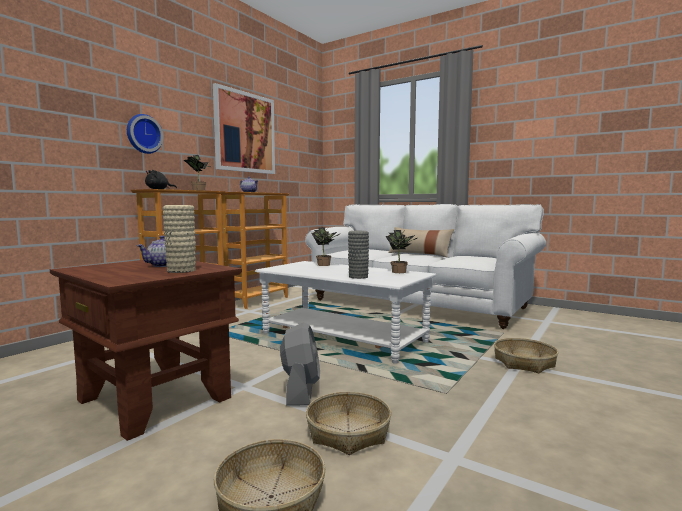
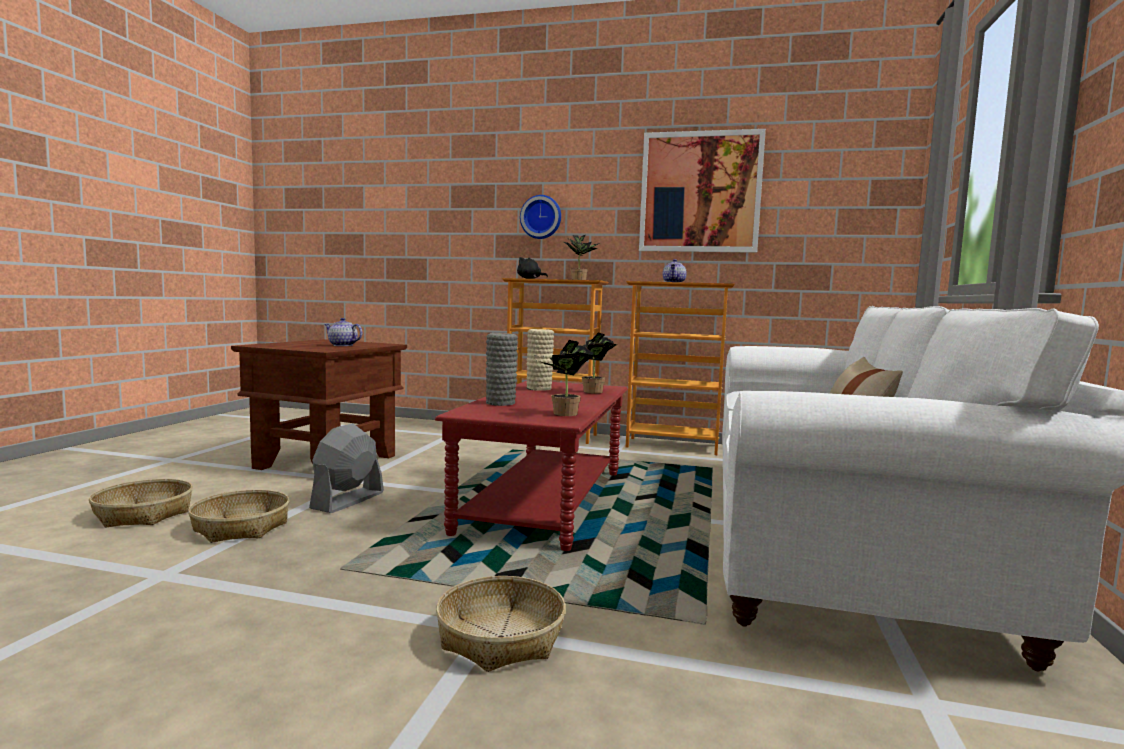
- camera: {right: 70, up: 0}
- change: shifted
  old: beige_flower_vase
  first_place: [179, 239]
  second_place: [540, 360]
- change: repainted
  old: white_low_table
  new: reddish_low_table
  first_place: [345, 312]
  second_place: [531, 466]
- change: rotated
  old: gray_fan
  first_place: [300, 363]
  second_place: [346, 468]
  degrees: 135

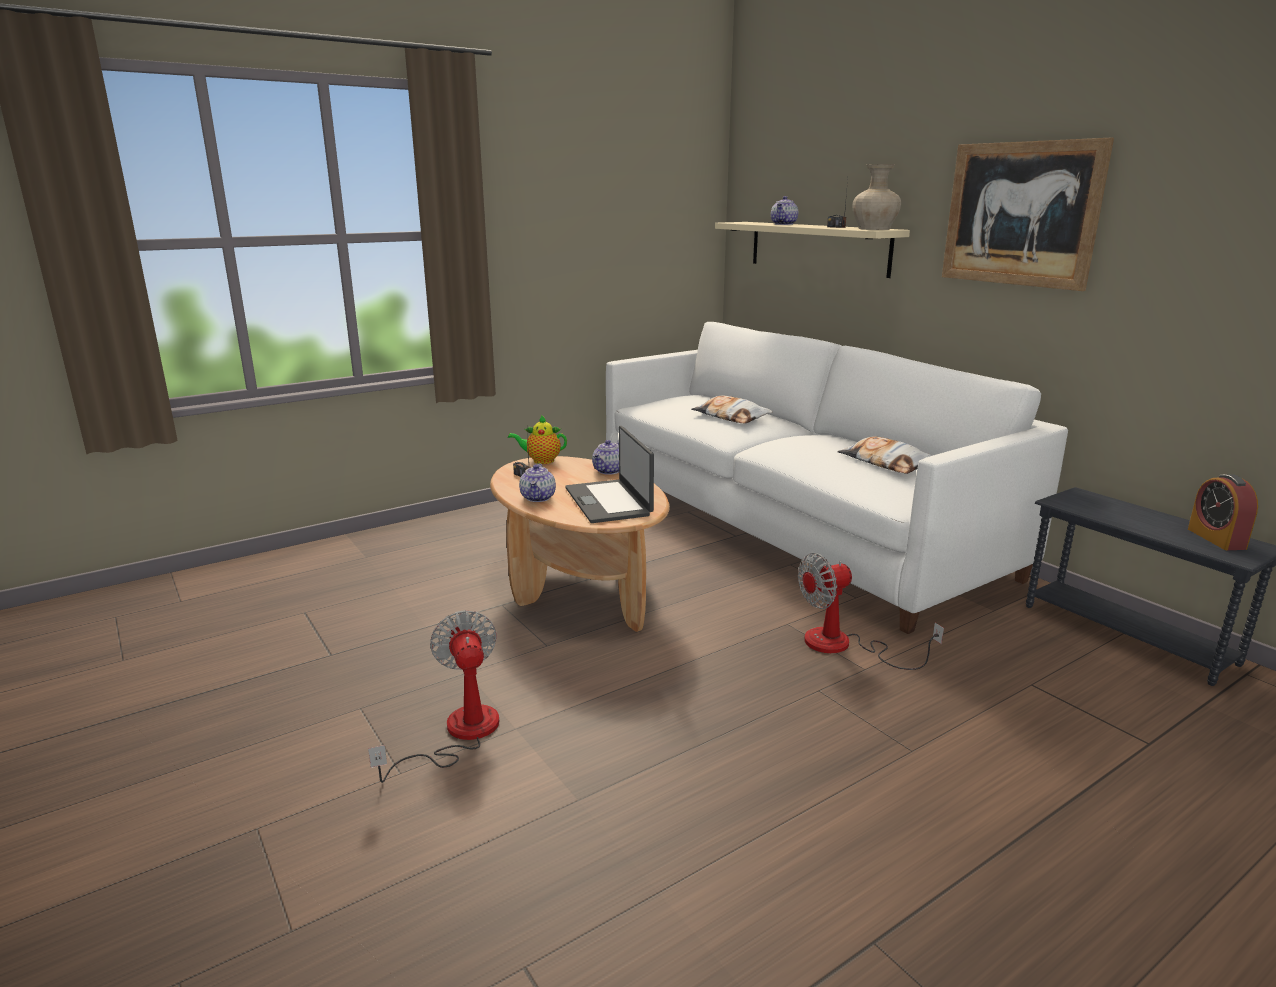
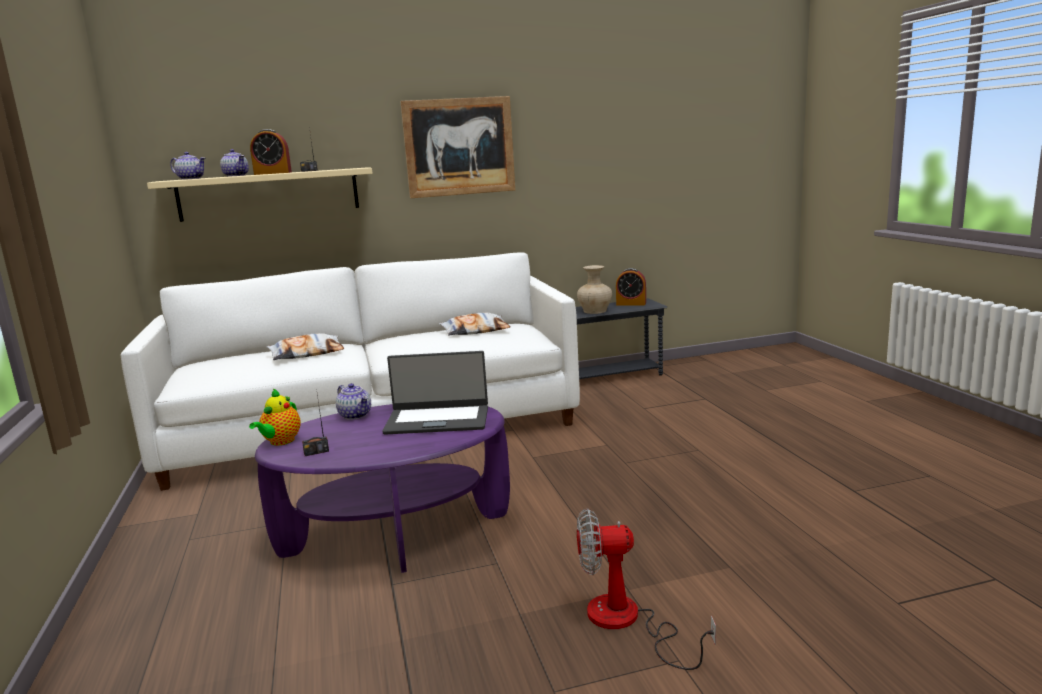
- camera: {right: -70, up: -5}
- change: repainted
  old: brown_low_table
  new: purple_low_table
  first_place: [580, 544]
  second_place: [382, 488]
- change: shifted
  old: tea_pot
  first_place: [537, 482]
  second_place: [187, 166]
- change: gone
  old: fan
  first_place: [871, 611]
- change: shifted
  old: beige_flower_vase
  first_place: [877, 197]
  second_place: [594, 289]
- change: new
  new: alarm_clock
  second_place: [271, 152]

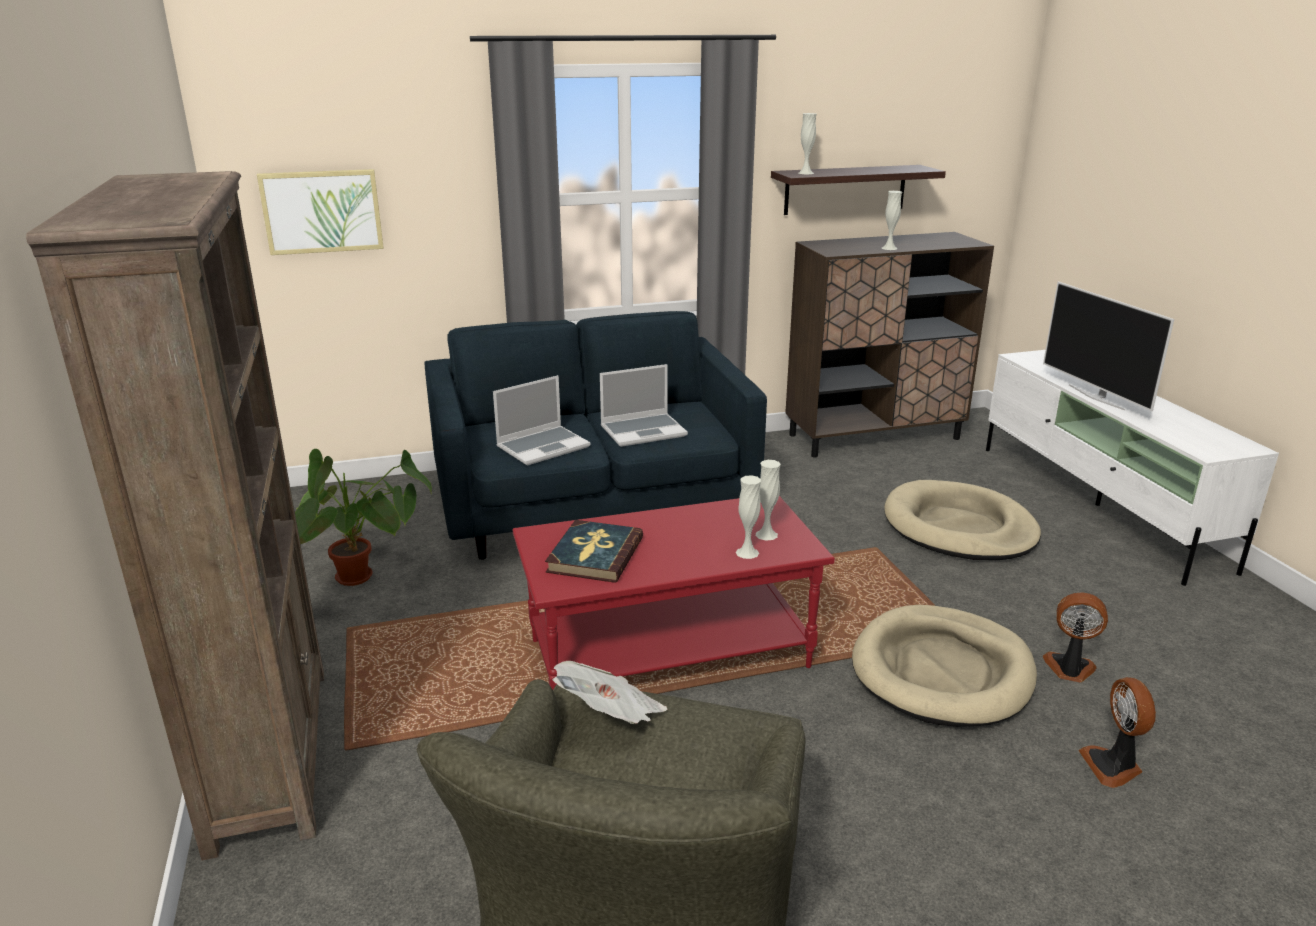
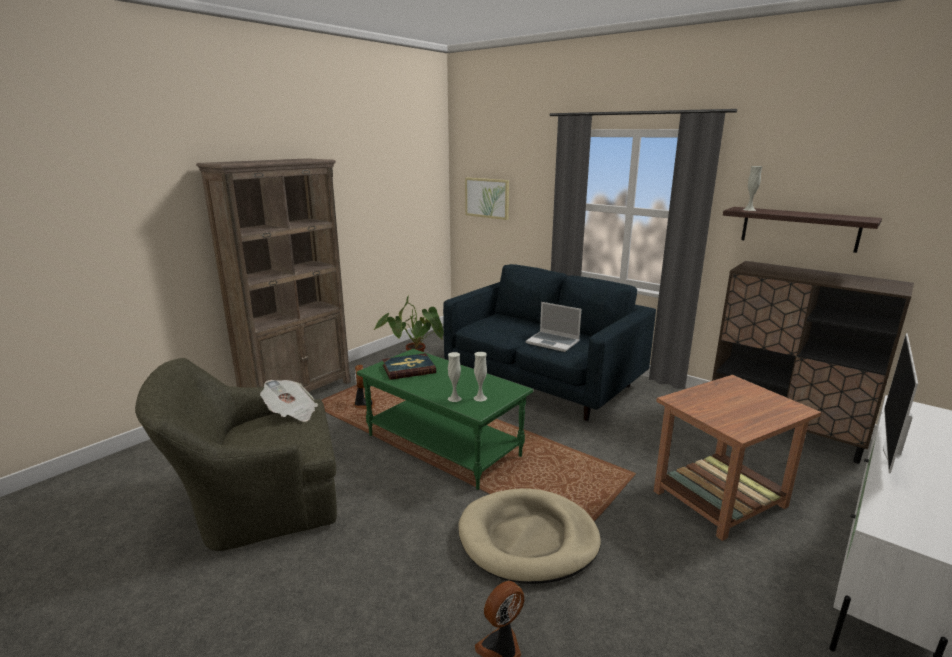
- camera: {right: 55, up: -5}
- change: gone
  old: notebook_computer
  first_place: [541, 420]
- change: repainted
  old: reddish_low_table
  new: green_low_table
  first_place: [673, 593]
  second_place: [445, 419]
- change: gone
  old: white_flower_vase
  first_place: [892, 220]
- change: swapped
  old: beige_dog_bed
  new: brown_accent_table
  first_place: [962, 520]
  second_place: [737, 458]
- change: shifted
  old: fan
  first_place: [1075, 637]
  second_place: [364, 387]

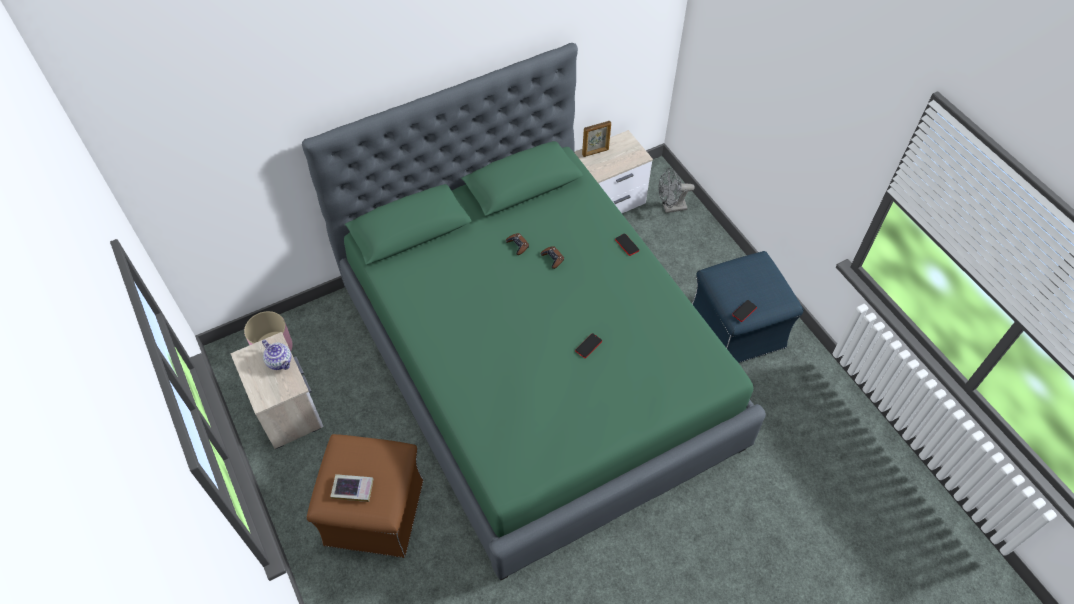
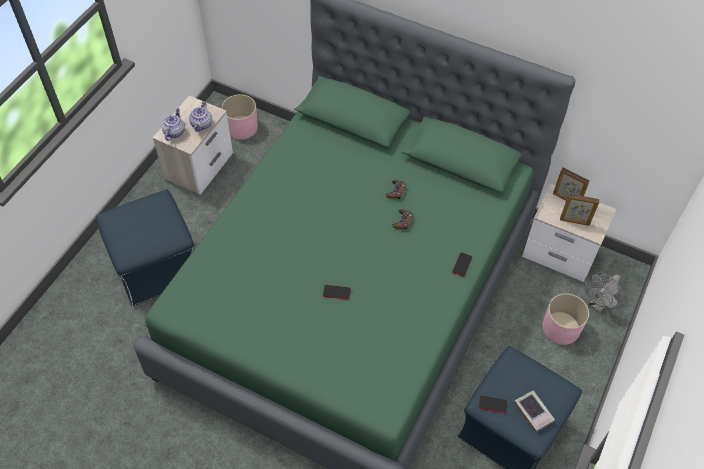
- camera: {right: 55, up: 0}
- change: repainted
  old: brown_pouffe
  new: bluish_pouffe
  first_place: [365, 496]
  second_place: [145, 248]
- change: shifted
  old: bound_book
  first_place: [351, 488]
  second_place: [534, 411]
- change: rotated
  old: gray_fan
  first_place: [676, 190]
  second_place: [603, 292]
  degrees: -90
- change: new
  new: tea_pot
  second_place: [173, 124]
- change: new
  new: pink-coloured_planter
  second_place: [565, 319]
- change: new
  new: photo_frame
  second_place: [580, 209]

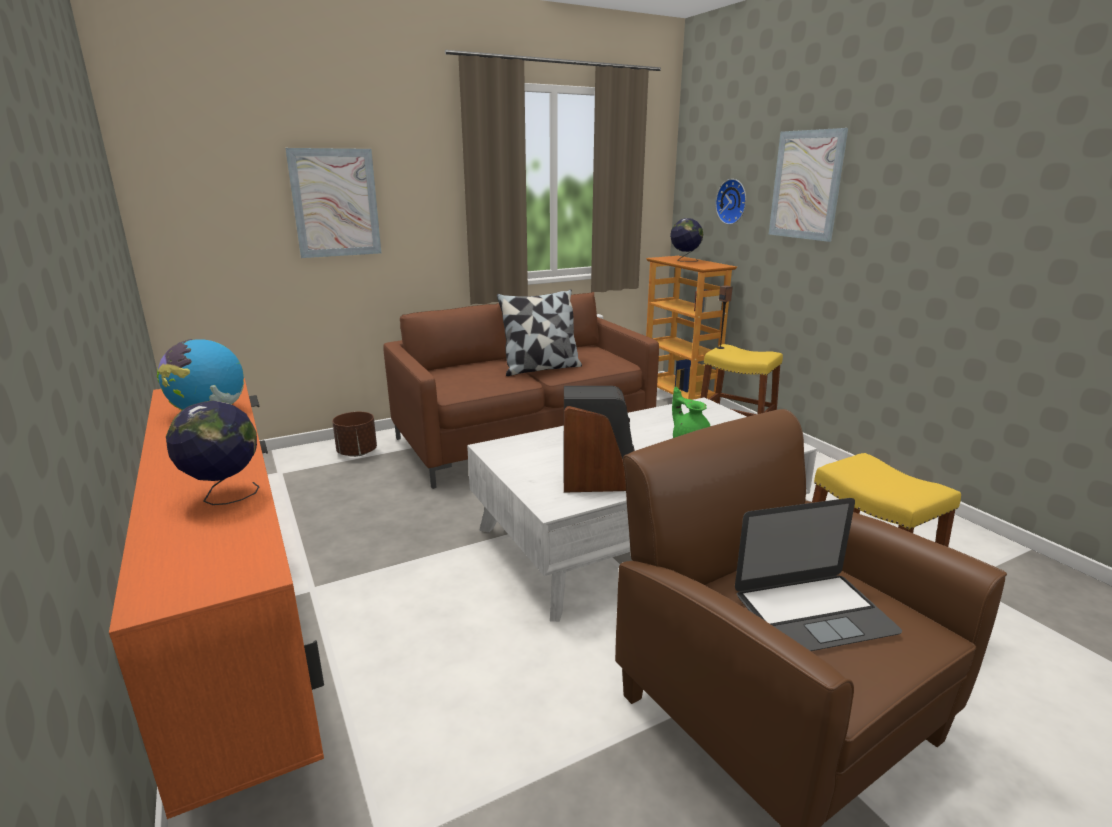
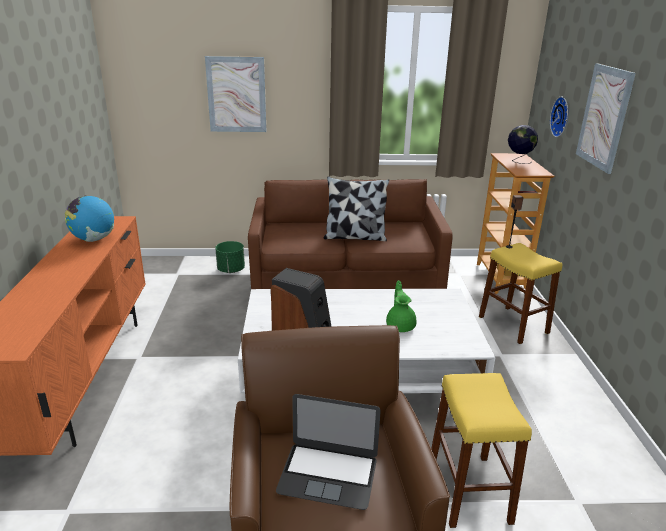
- camera: {right: 25, up: 5}
- change: gone
  old: world_globe
  first_place: [213, 452]
- change: repainted
  old: brown_planter
  new: green_planter
  first_place: [354, 434]
  second_place: [230, 257]

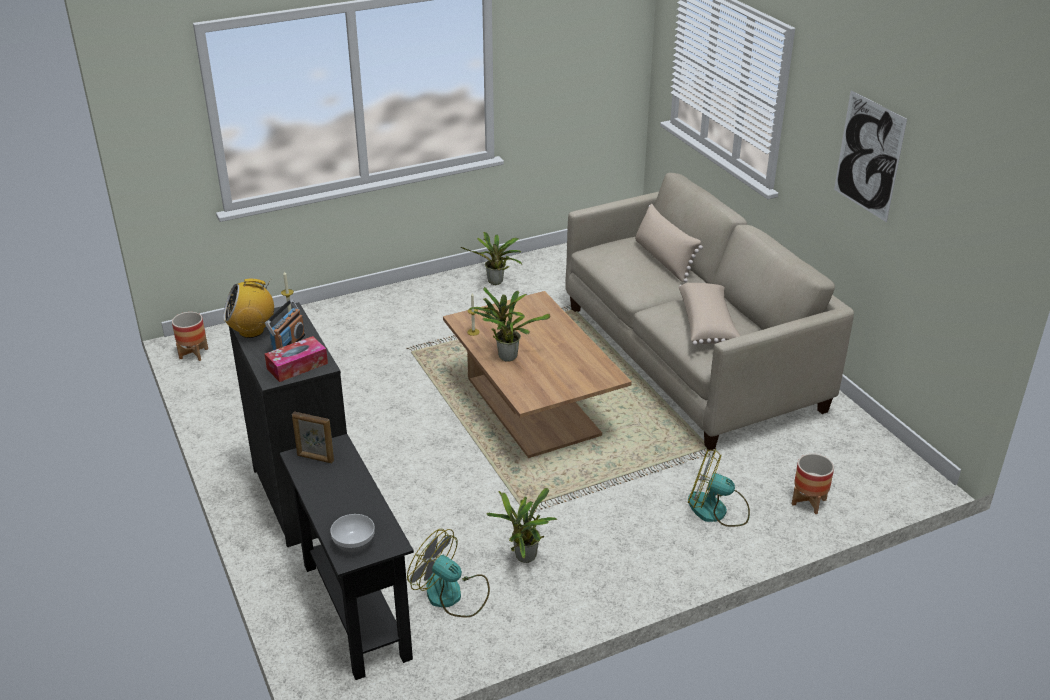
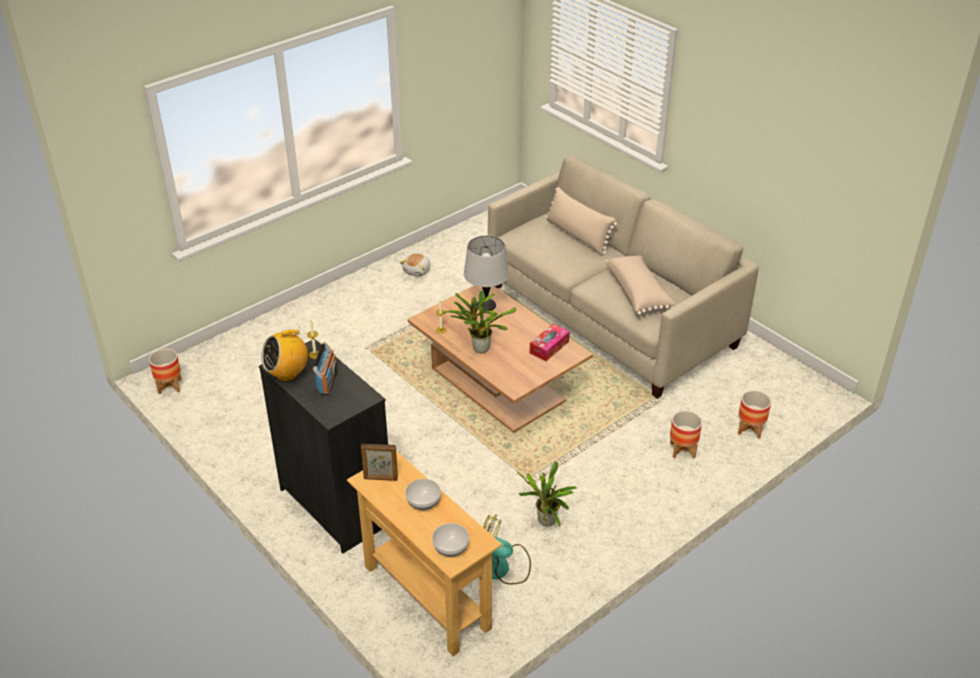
- camera: {right: -15, up: 5}
- change: shifted
  old: tissue_box
  first_place: [296, 359]
  second_place: [549, 342]
- change: repainted
  old: black-coloured_console_table
  new: beige_console_table
  first_place: [347, 557]
  second_place: [424, 553]
- change: swapped
  old: plant_in_a_pot
  new: cuddly_toy
  first_place: [491, 258]
  second_place: [414, 265]
- change: swapped
  old: fan
  new: planter
  first_place: [719, 488]
  second_place: [686, 434]
- change: gone
  old: wall_art
  first_place: [870, 156]
- change: new
  new: bowl
  second_place: [423, 494]
- change: new
  new: gray_lamp_for_a_table
  second_place: [486, 273]

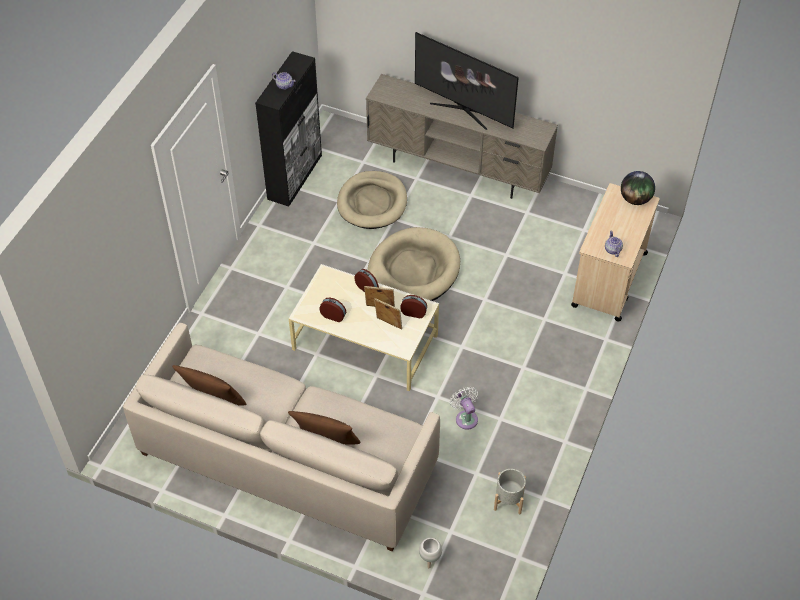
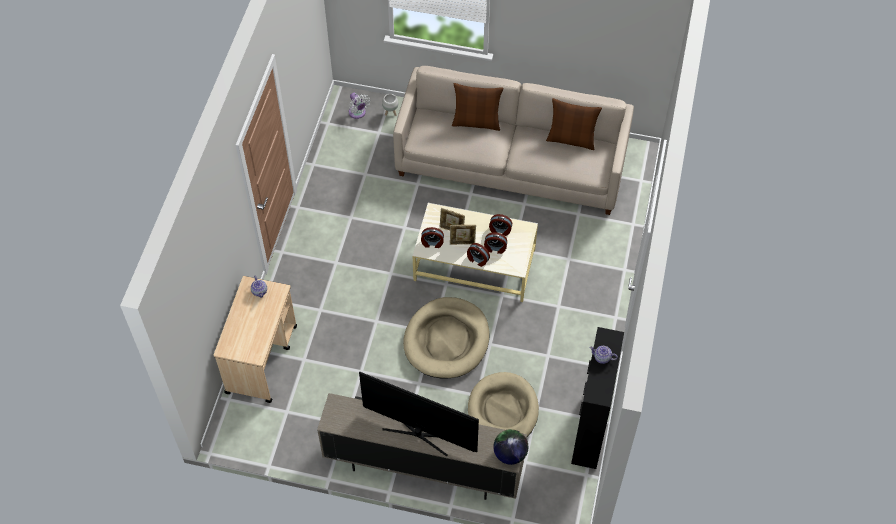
- camera: {right: 170, up: 5}
- change: shifted
  old: white_fan
  first_place: [464, 408]
  second_place: [359, 106]
- change: gone
  old: gray_planter
  first_place: [510, 491]
- change: shifted
  old: world_globe
  first_place: [638, 188]
  second_place: [510, 447]
- change: new
  new: alarm_clock
  second_place: [495, 243]

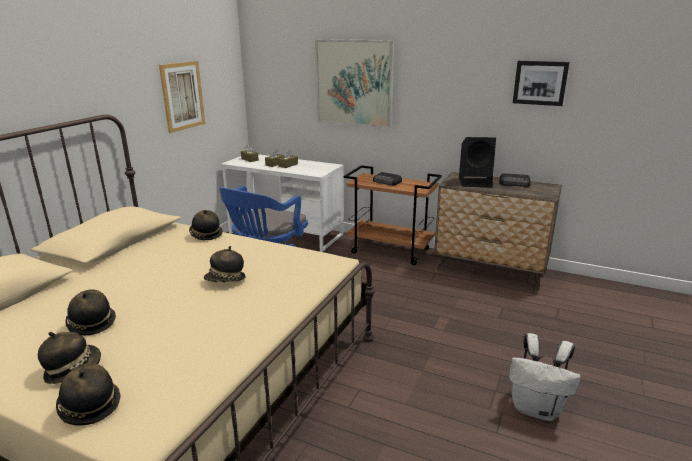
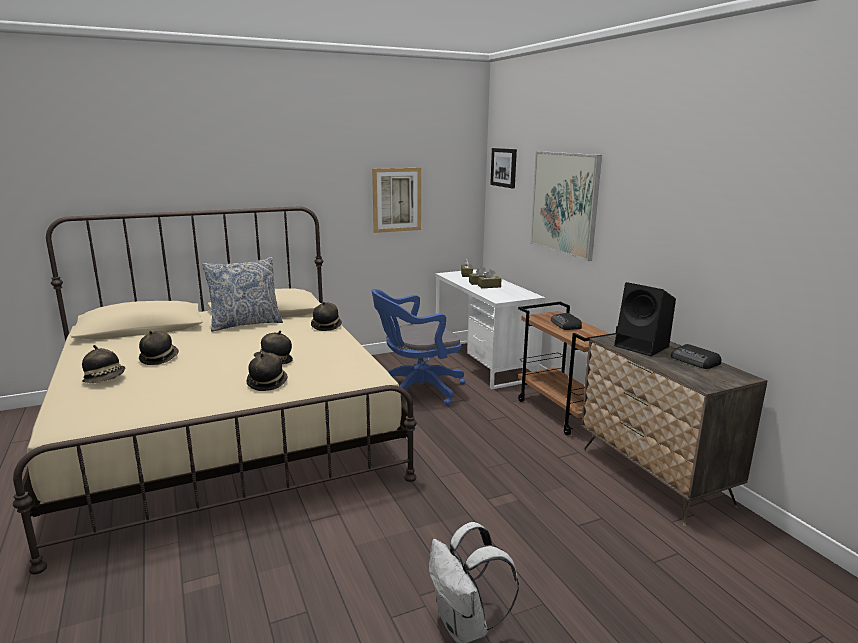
- camera: {right: 40, up: -5}
- change: shifted
  old: wearable_hat
  first_place: [88, 394]
  second_place: [267, 372]
- change: shifted
  old: wall_art
  first_place: [541, 83]
  second_place: [503, 168]
- change: new
  new: cushion
  second_place: [242, 294]

